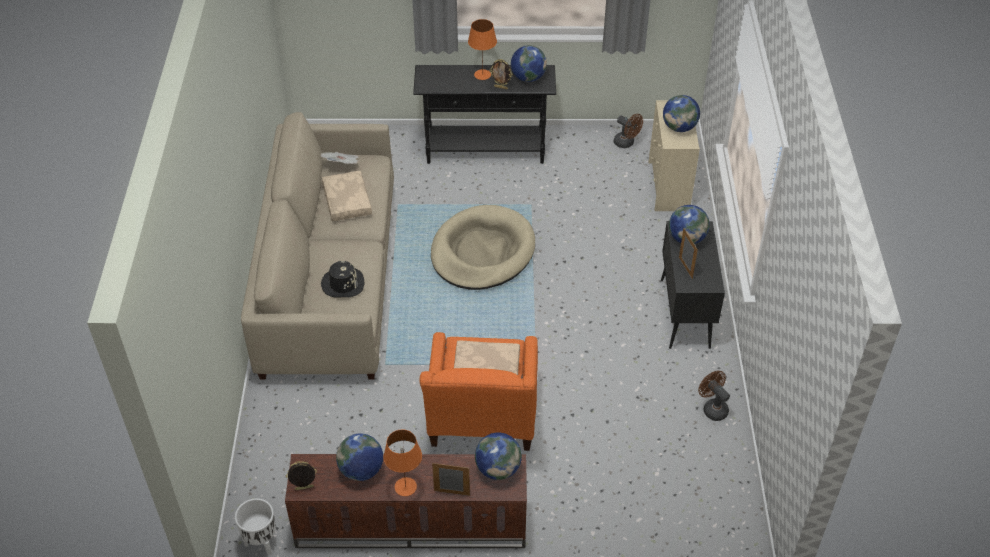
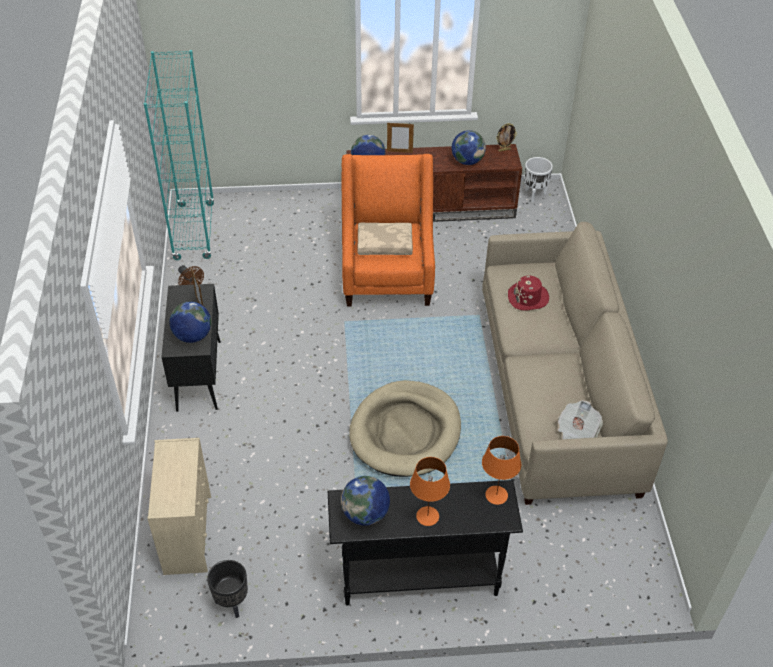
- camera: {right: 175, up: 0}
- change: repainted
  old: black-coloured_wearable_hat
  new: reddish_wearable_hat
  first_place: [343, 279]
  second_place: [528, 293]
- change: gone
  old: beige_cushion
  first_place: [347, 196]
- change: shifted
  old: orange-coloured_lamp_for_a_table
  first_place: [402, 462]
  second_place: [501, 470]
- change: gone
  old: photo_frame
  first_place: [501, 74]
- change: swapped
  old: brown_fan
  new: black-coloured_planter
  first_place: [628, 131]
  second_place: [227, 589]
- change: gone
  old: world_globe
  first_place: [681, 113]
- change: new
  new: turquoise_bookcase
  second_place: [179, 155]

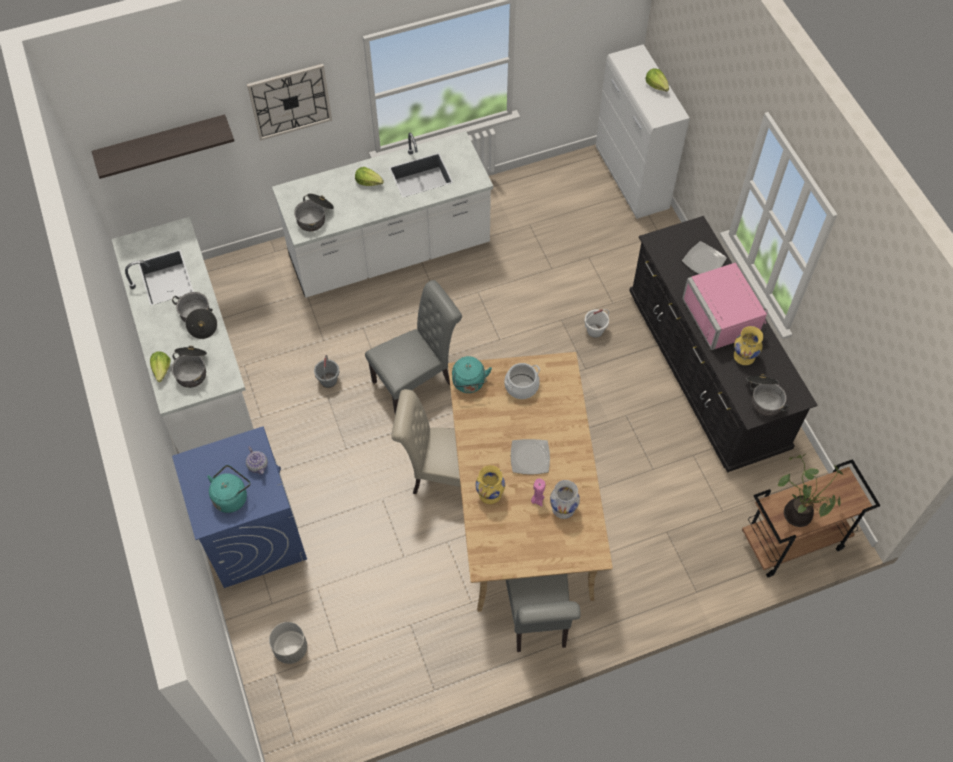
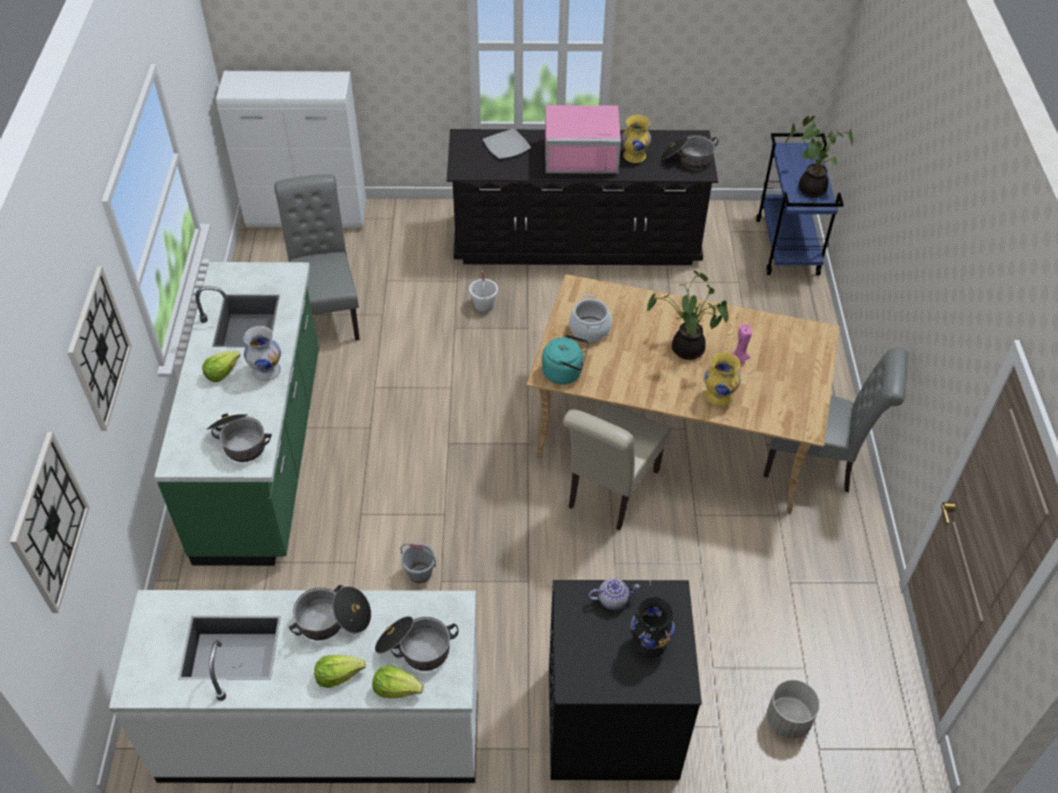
- camera: {right: -70, up: -10}
- change: swapped
  old: bracket_shelf
  new: clock_on_the_wall
  first_place: [163, 146]
  second_place: [49, 522]
- change: repainted
  old: bluish_laundry_machine
  new: black-coloured_laundry_machine
  first_place: [239, 507]
  second_place: [625, 680]
- change: swapped
  old: turquoise_tea_kettle
  new: black-coloured_flower_vase
  first_place: [229, 489]
  second_place: [653, 627]
- change: repainted
  old: white_kitchen_counter
  new: green_kitchen_counter
  first_place: [382, 214]
  second_place: [236, 414]
- change: shifted
  old: gray_plain_chair
  first_place: [413, 347]
  second_place: [317, 257]
- change: swapped
  old: plate
  new: plant_in_a_pot
  first_place: [530, 457]
  second_place: [688, 315]
- change: shifted
  old: white_flower_vase
  first_place: [565, 499]
  second_place: [262, 353]
- change: shifted
  old: head_of_lettuce
  first_place: [657, 80]
  second_place: [340, 671]
- change: repainted
  old: brown_cart
  new: bluish_cart
  first_place: [811, 518]
  second_place: [800, 204]

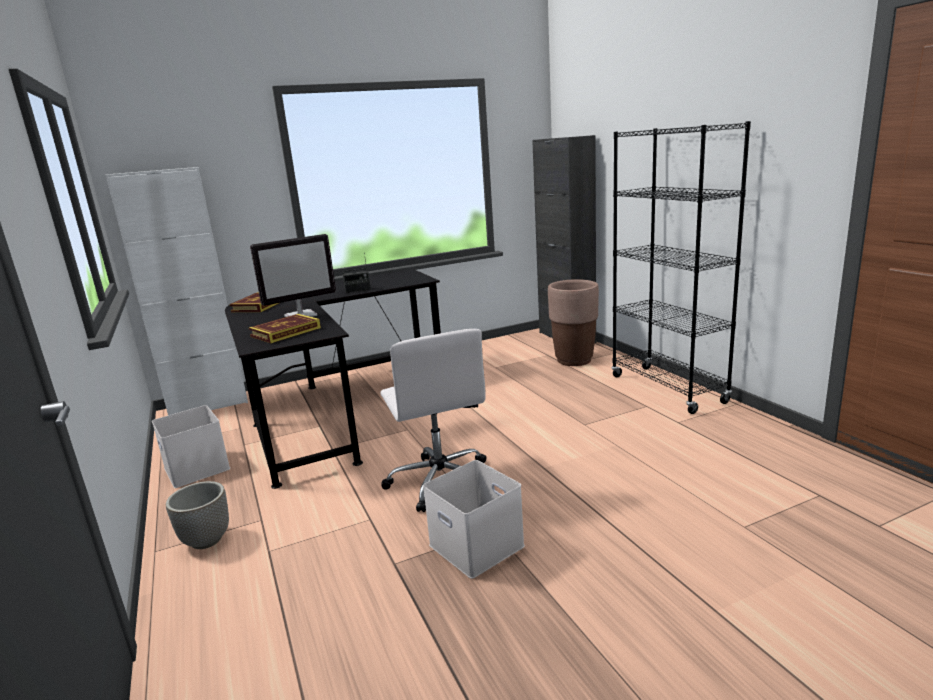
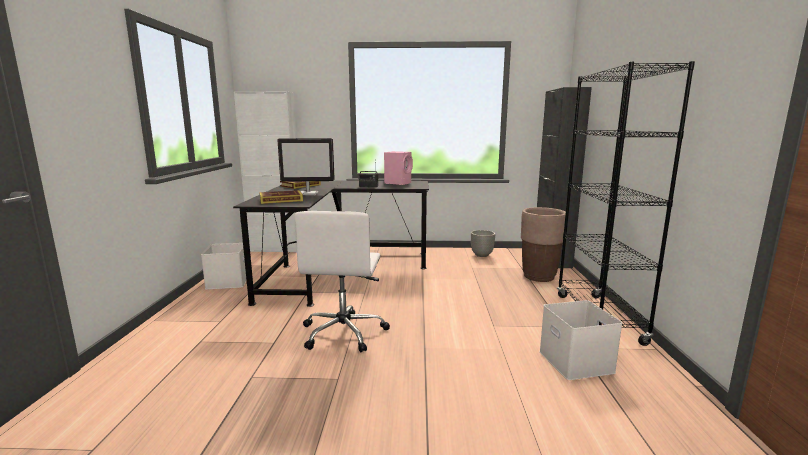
- camera: {right: 25, up: -5}
- change: shifted
  old: planter
  first_place: [197, 515]
  second_place: [483, 243]
- change: shifted
  old: white_storage_bin
  first_place: [474, 519]
  second_place: [581, 340]
- change: new
  new: pink-coloured_speaker
  second_place: [398, 168]

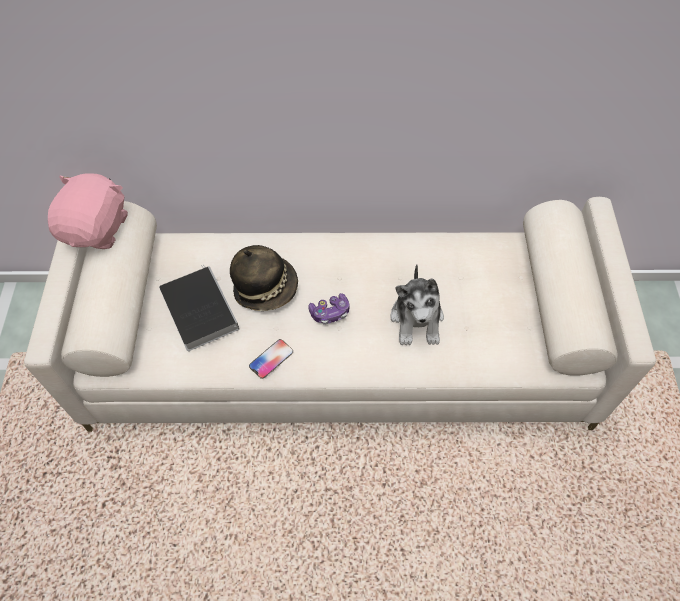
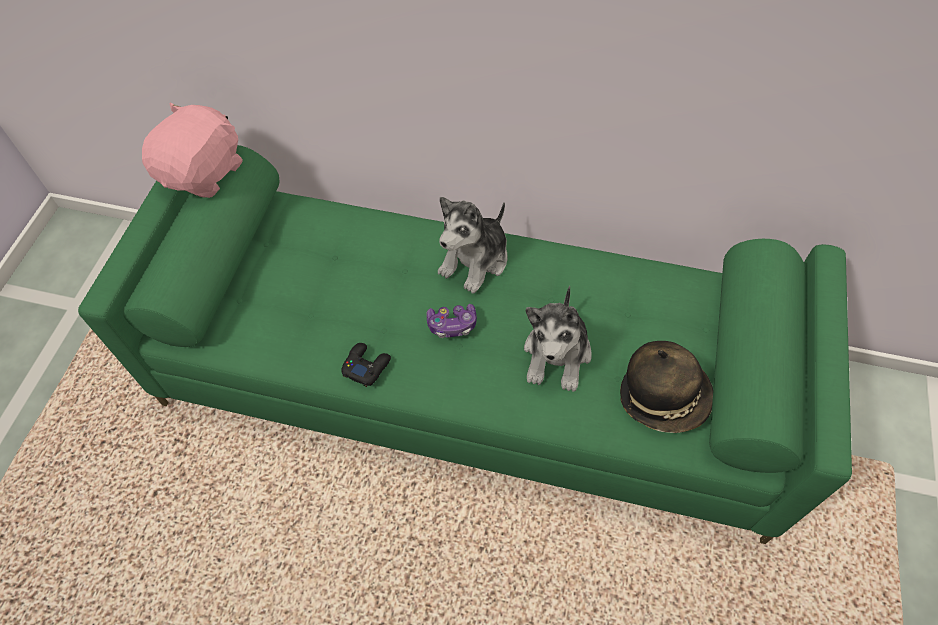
- camera: {right: 15, up: 0}
- change: repainted
  old: beige_couch
  new: green_couch
  first_place: [340, 314]
  second_place: [465, 344]
- change: gone
  old: bound_book
  first_place: [199, 308]
- change: shifted
  old: wearable_hat
  first_place: [264, 278]
  second_place: [666, 387]
- change: swapped
  old: telephone
  new: black-coloured_game_controller
  first_place: [271, 359]
  second_place: [366, 365]
- change: new
  new: cuddly_toy
  second_place: [472, 245]

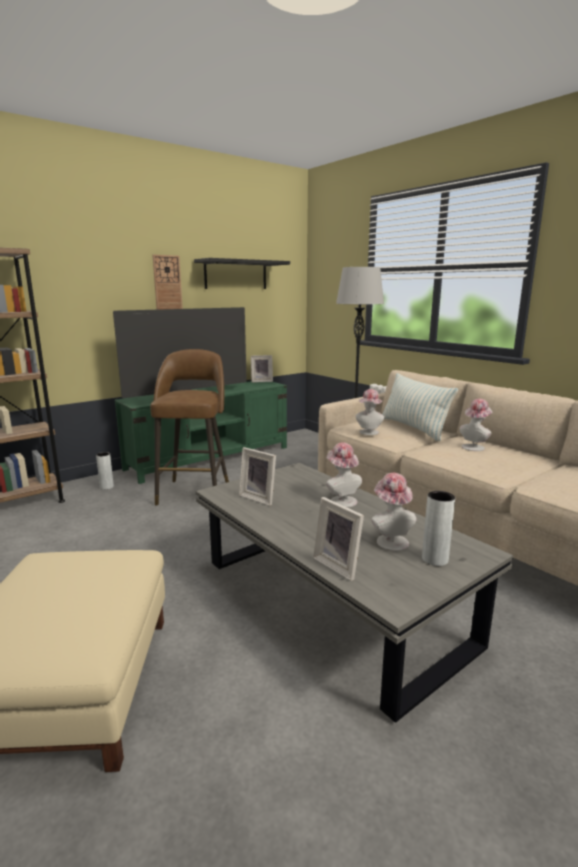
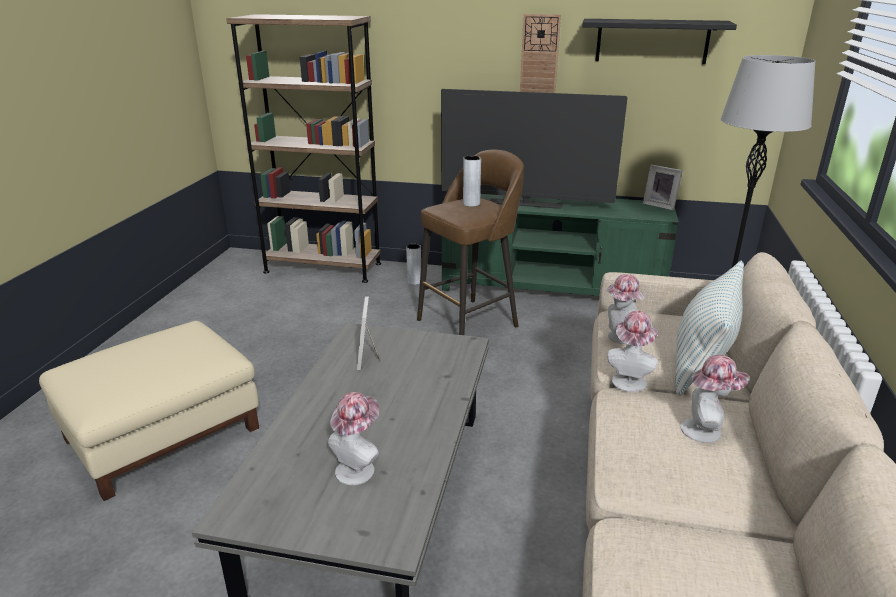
- camera: {right: 50, up: 10}
- change: gone
  old: photo_frame
  first_place: [338, 539]
- change: shifted
  old: wearable_hat
  first_place: [344, 475]
  second_place: [632, 351]
- change: shifted
  old: gray_flower_vase
  first_place: [438, 528]
  second_place: [472, 181]

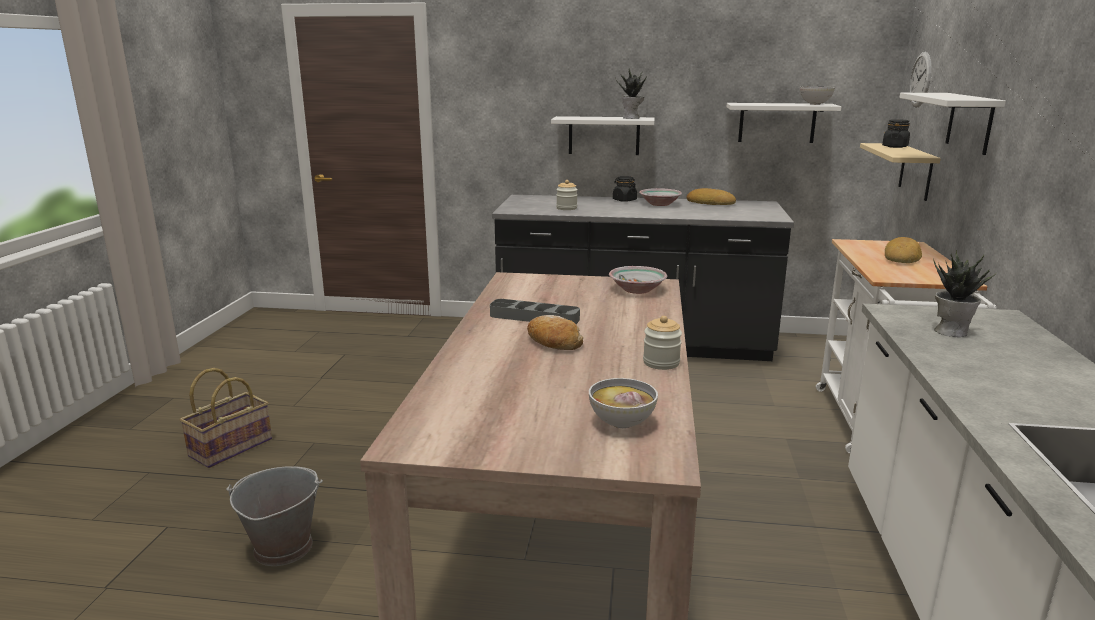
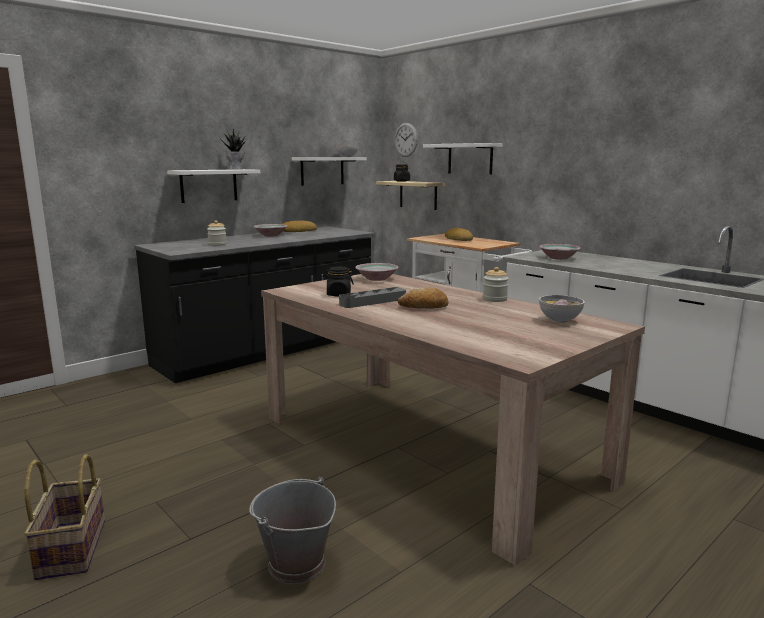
- camera: {right: -50, up: -5}
- change: shifted
  old: black-coloured_storage_jar
  first_place: [625, 189]
  second_place: [338, 282]
- change: swapped
  old: plant_in_a_pot
  new: bowl
  first_place: [965, 293]
  second_place: [559, 252]

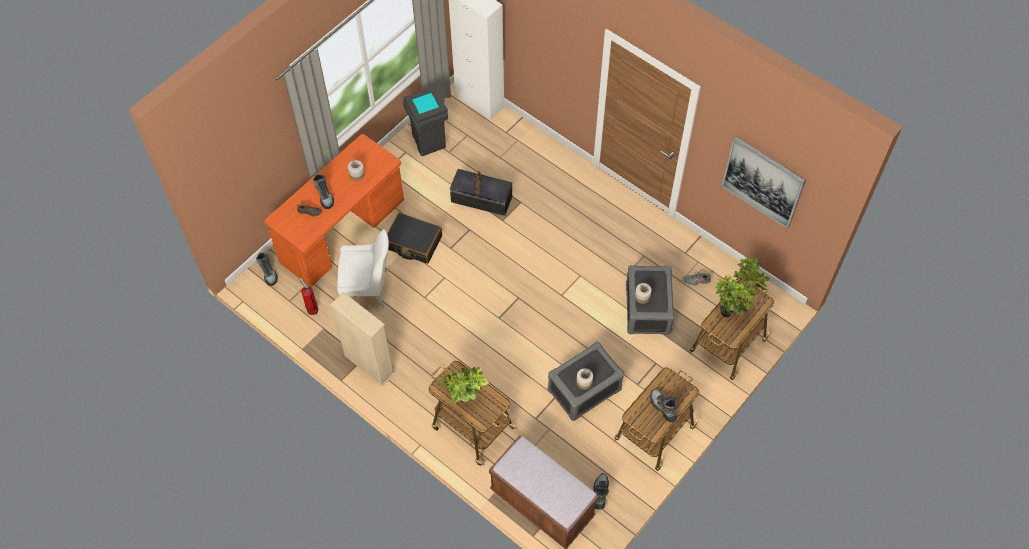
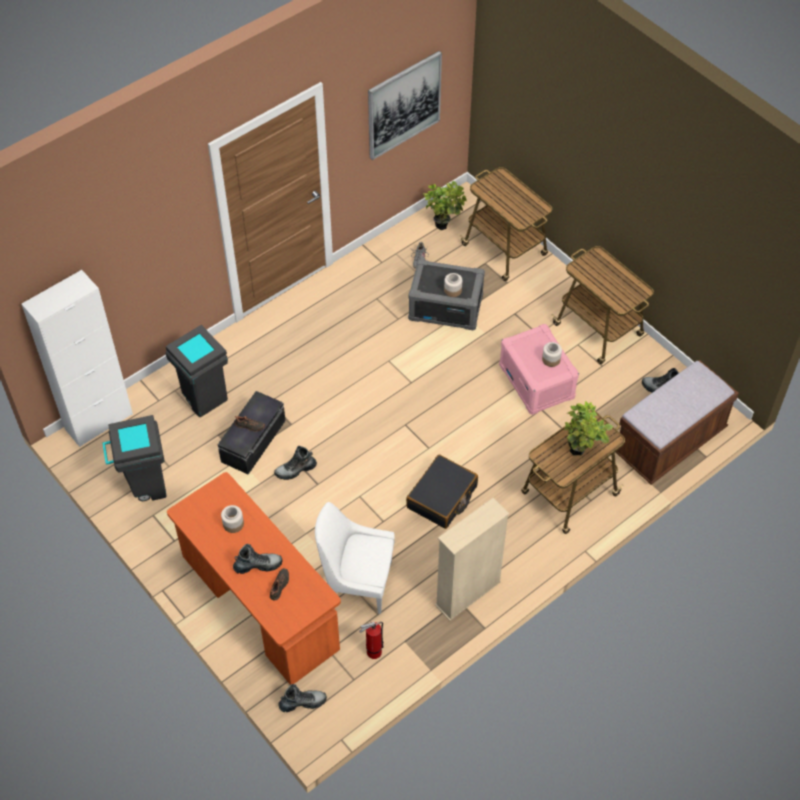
- camera: {right: -80, up: -5}
- change: rotated
  old: white_plain_chair
  first_place: [363, 269]
  second_place: [355, 558]
  degrees: -90
- change: shifted
  old: black-coloured_suitcase
  first_place: [414, 238]
  second_place: [442, 491]
- change: repainted
  old: gray_storage_bin
  new: pink-coloured_storage_bin
  first_place: [586, 381]
  second_place: [539, 369]
- change: shifted
  old: boot
  first_place: [663, 405]
  second_place: [295, 463]
- change: gone
  old: plant_in_a_pot
  first_place: [736, 296]
- change: new
  new: gray_waste_bin
  second_place: [197, 371]

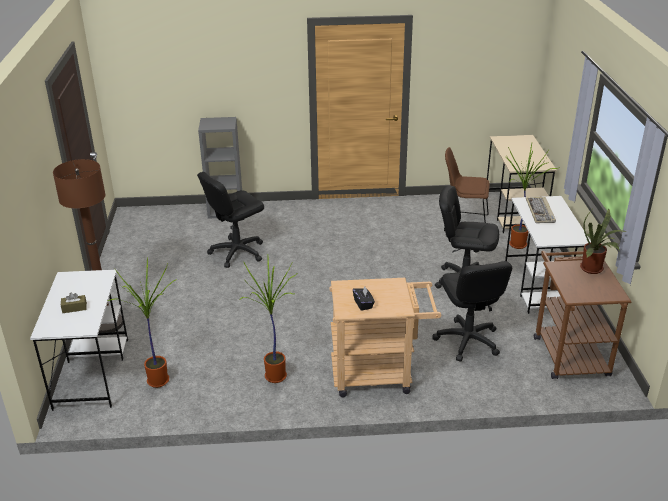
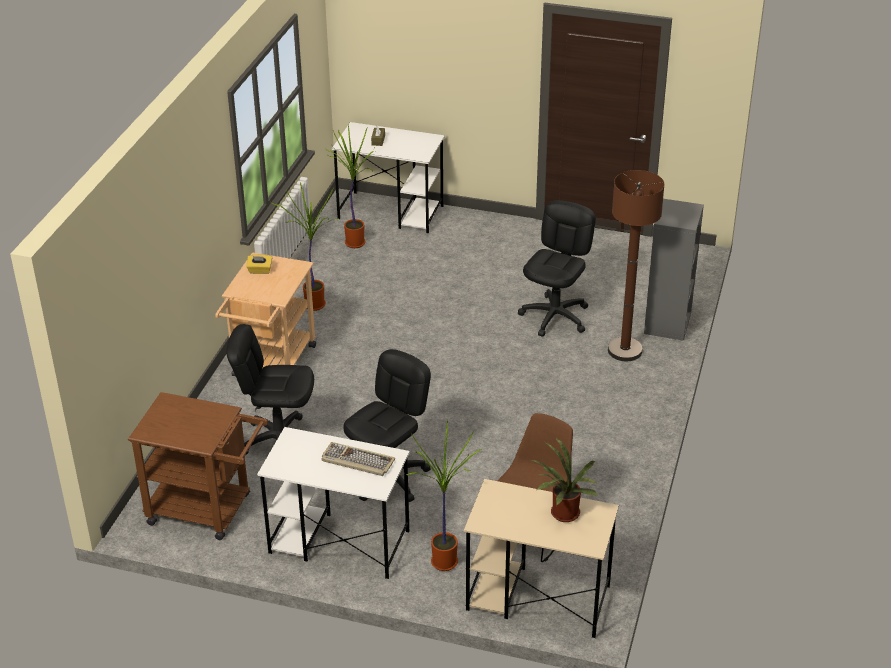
- camera: {right: 110, up: 5}
- change: shifted
  old: brown_standard_lamp
  first_place: [88, 246]
  second_place: [636, 265]
- change: rotated
  old: black-coloured_desk_chair
  first_place: [230, 220]
  second_place: [557, 268]
  degrees: 45
- change: repainted
  old: black-coloured_tissue_box
  new: yellowish_tissue_box
  first_place: [364, 298]
  second_place: [259, 264]
- change: shifted
  old: plant_in_a_pot
  first_place: [603, 241]
  second_place: [565, 479]

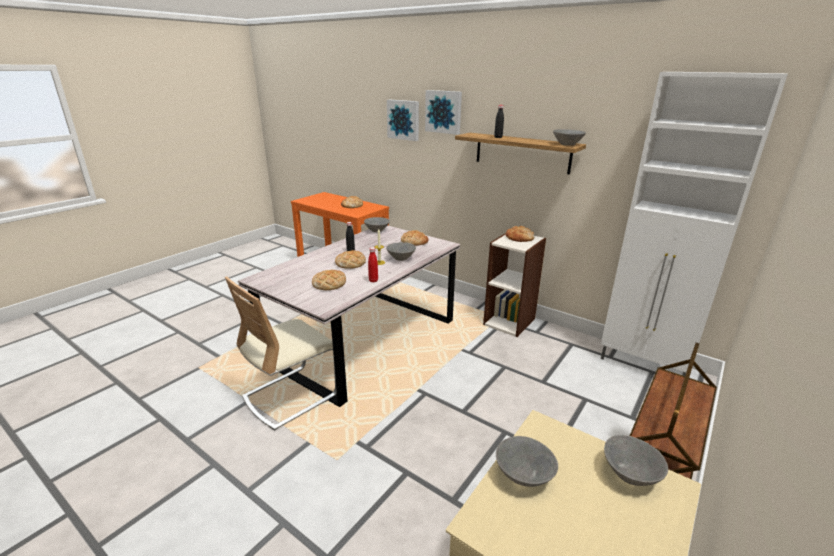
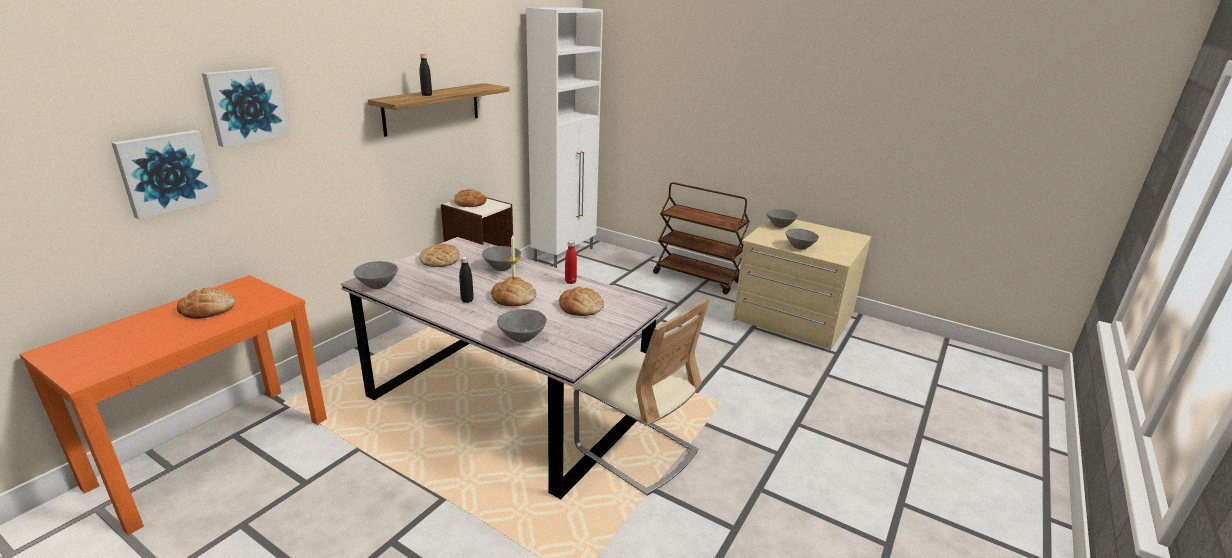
- camera: {right: -95, up: 0}
- change: shifted
  old: wall_art
  first_place: [443, 112]
  second_place: [164, 174]
- change: shifted
  old: gray_bowl
  first_place: [569, 137]
  second_place: [522, 325]

